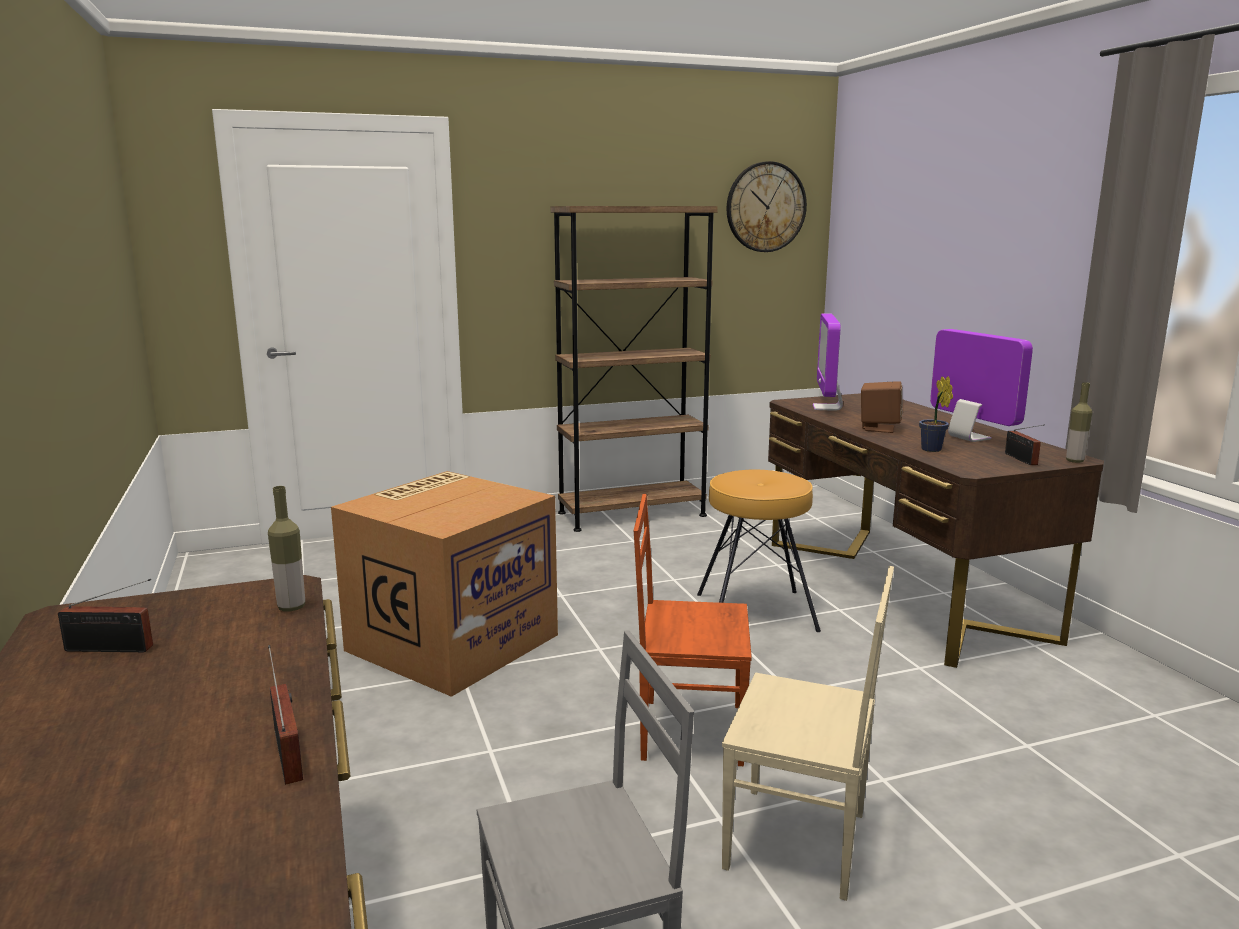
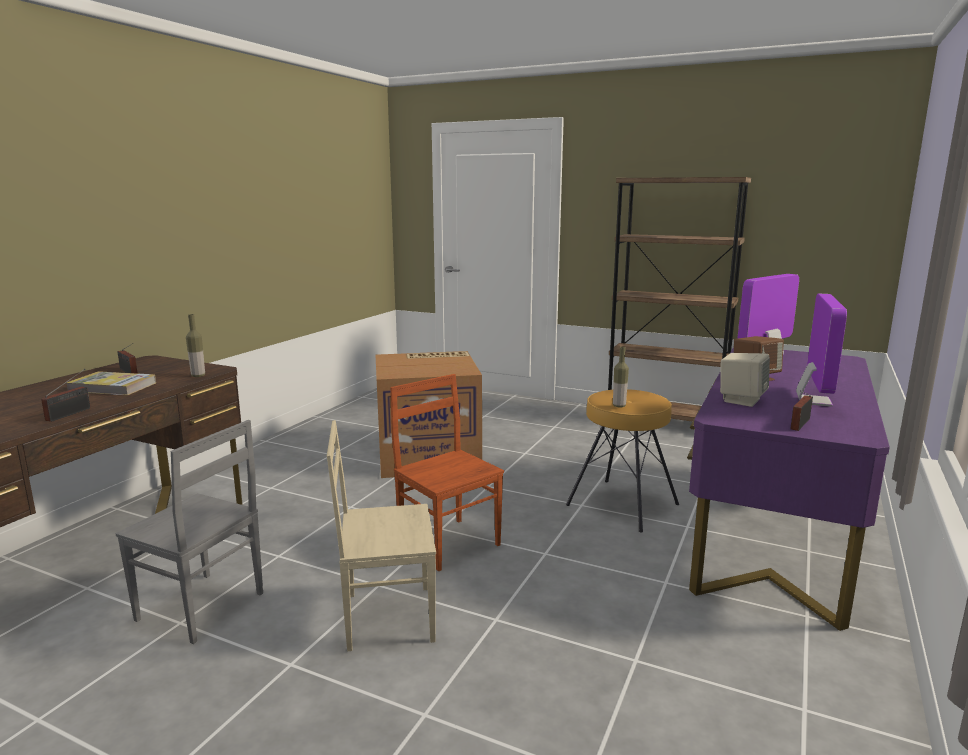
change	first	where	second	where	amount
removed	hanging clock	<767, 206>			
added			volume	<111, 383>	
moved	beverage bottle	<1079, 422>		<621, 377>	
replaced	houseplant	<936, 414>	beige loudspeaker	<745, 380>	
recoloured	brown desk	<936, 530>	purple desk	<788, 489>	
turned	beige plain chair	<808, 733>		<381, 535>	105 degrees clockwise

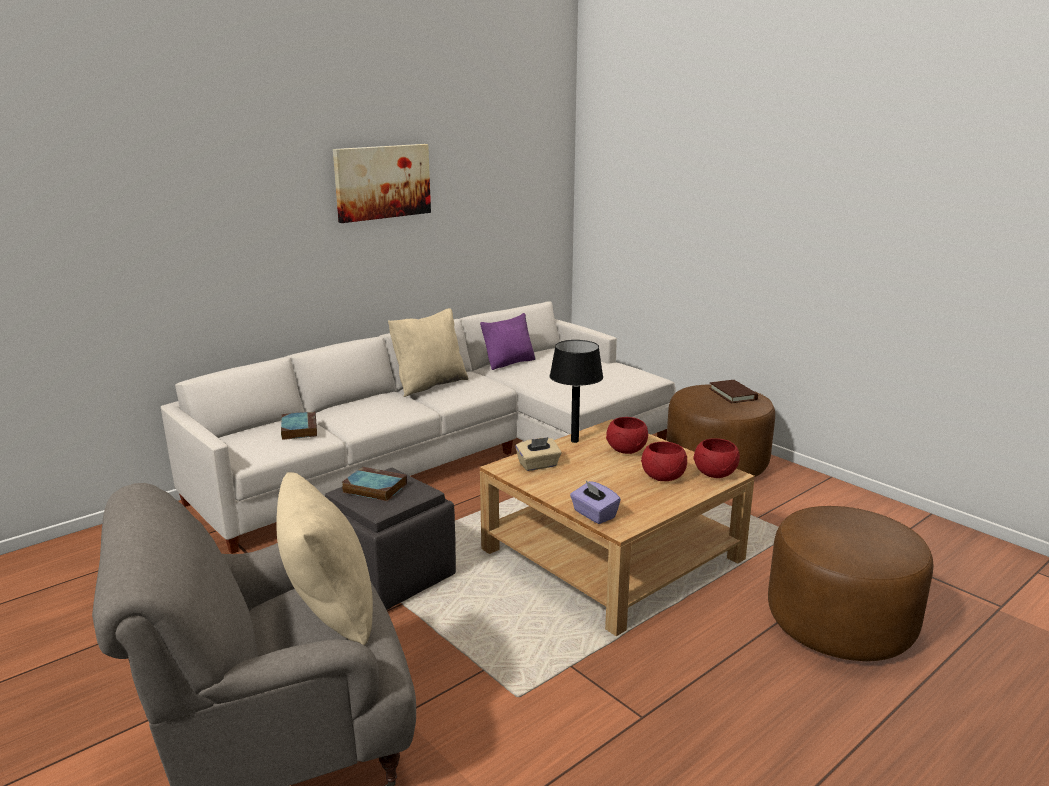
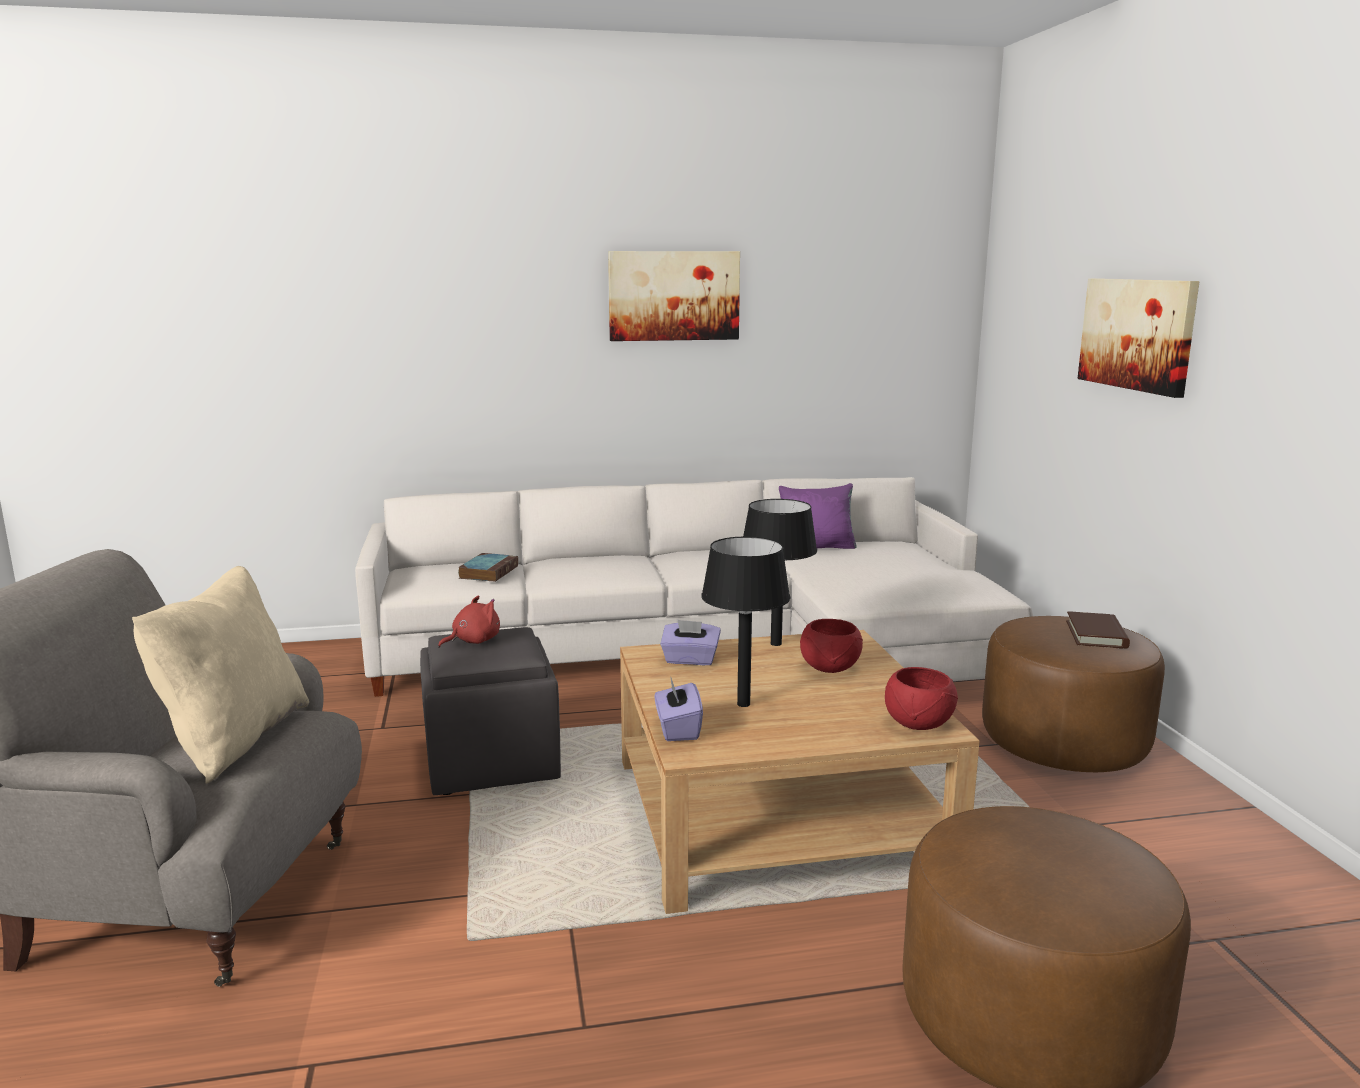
change	first	where	second	where	amount
removed	beige cushion	<428, 352>			
removed	reddish serving bowl	<664, 461>			
added			blackish tabletop lamp	<745, 622>	
added			wall art	<1139, 338>	
replaced	volume	<374, 484>	reddish cuddly toy	<469, 621>	
recoloured	beige tissue box	<538, 454>	purple tissue box	<690, 642>	

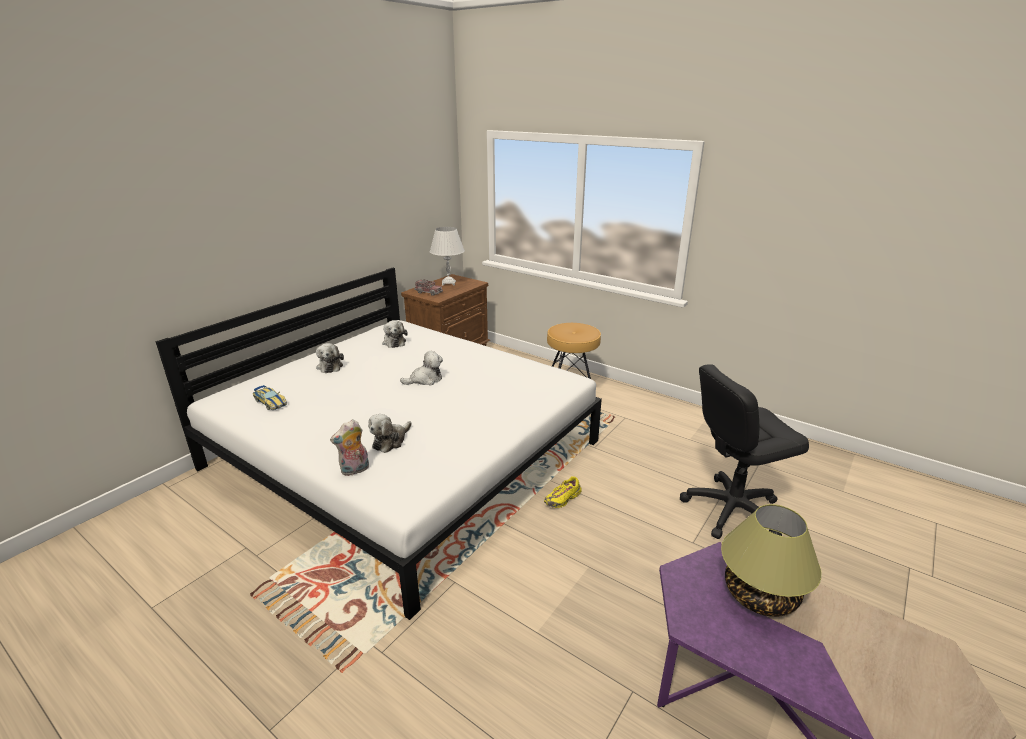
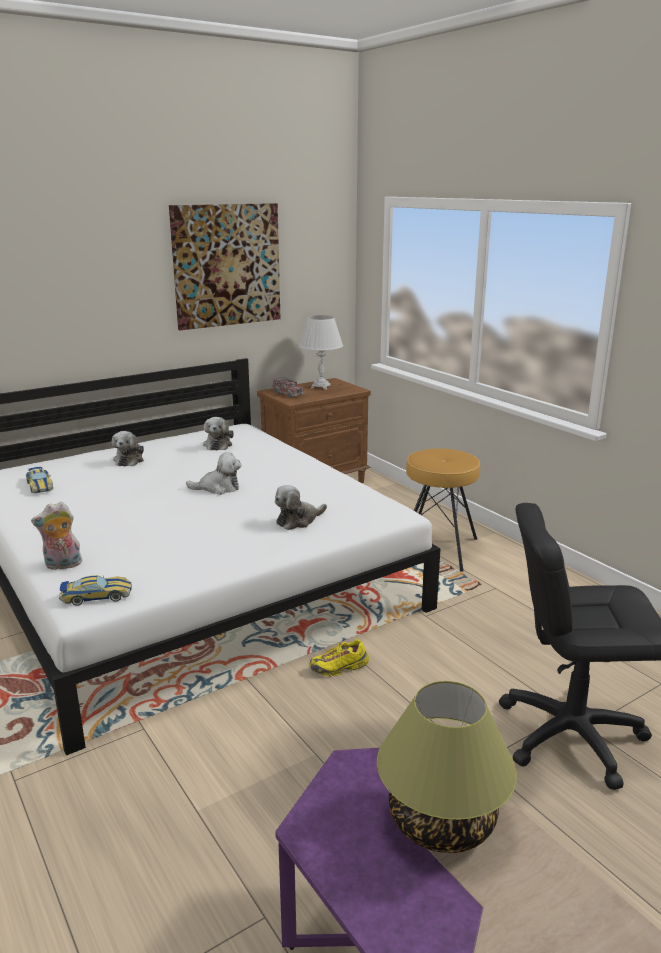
change	first	where	second	where	amount
added			toy car	<95, 590>	
added			wall art	<224, 266>	
moved	cuddly toy	<390, 433>		<300, 507>	

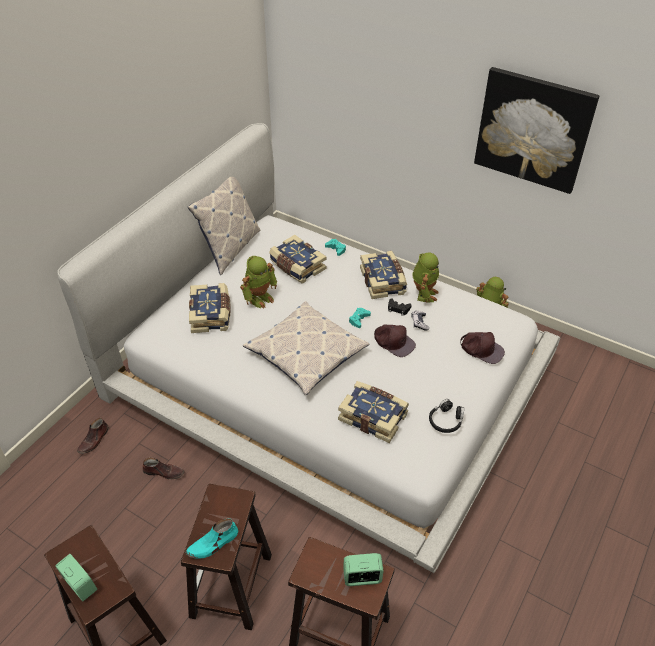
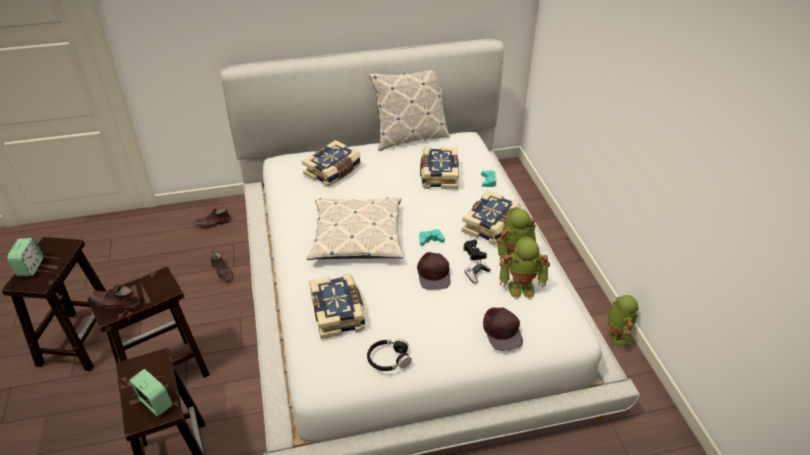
change	first	where	second	where	amount
removed	wall art	<536, 130>			
moved	toy robot	<258, 282>		<524, 268>	
recoloured	blue-green item of footwear	<212, 539>	brown item of footwear	<115, 297>	

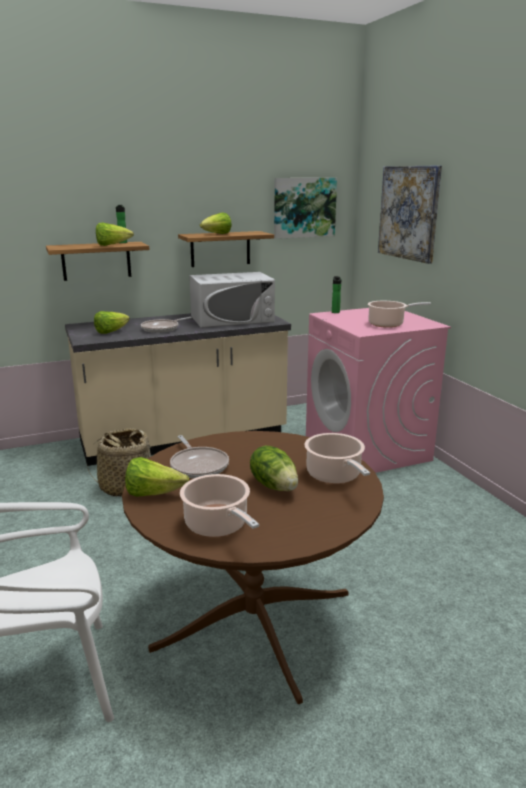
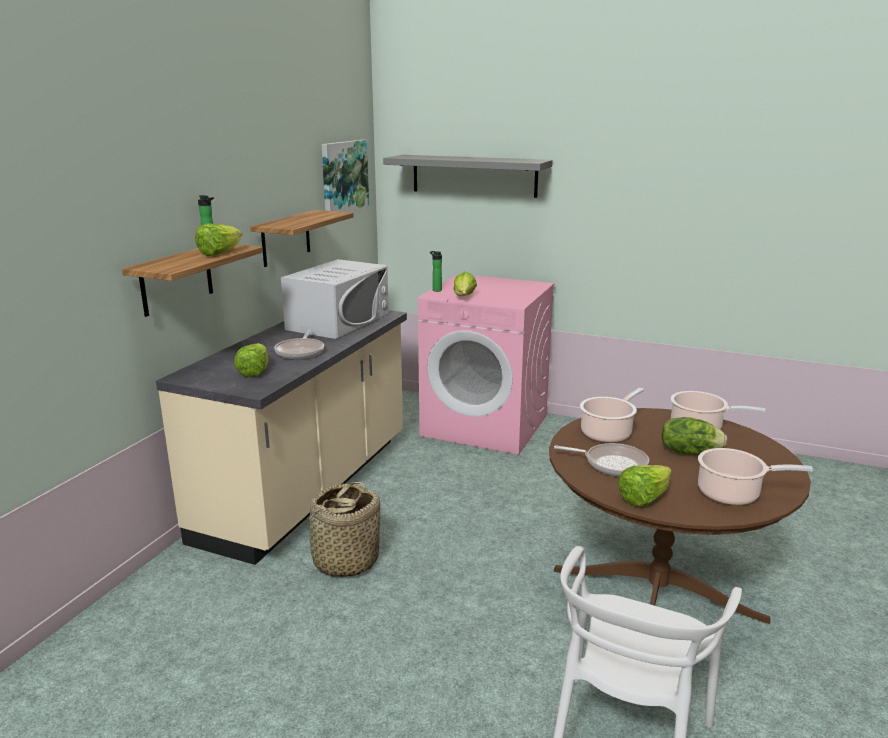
change	first	where	second	where	amount
moved	lettuce head	<216, 223>		<465, 284>	
moved	cooking pot	<399, 314>		<612, 415>	
replaced	wall art	<410, 214>	gray shelf	<468, 176>	

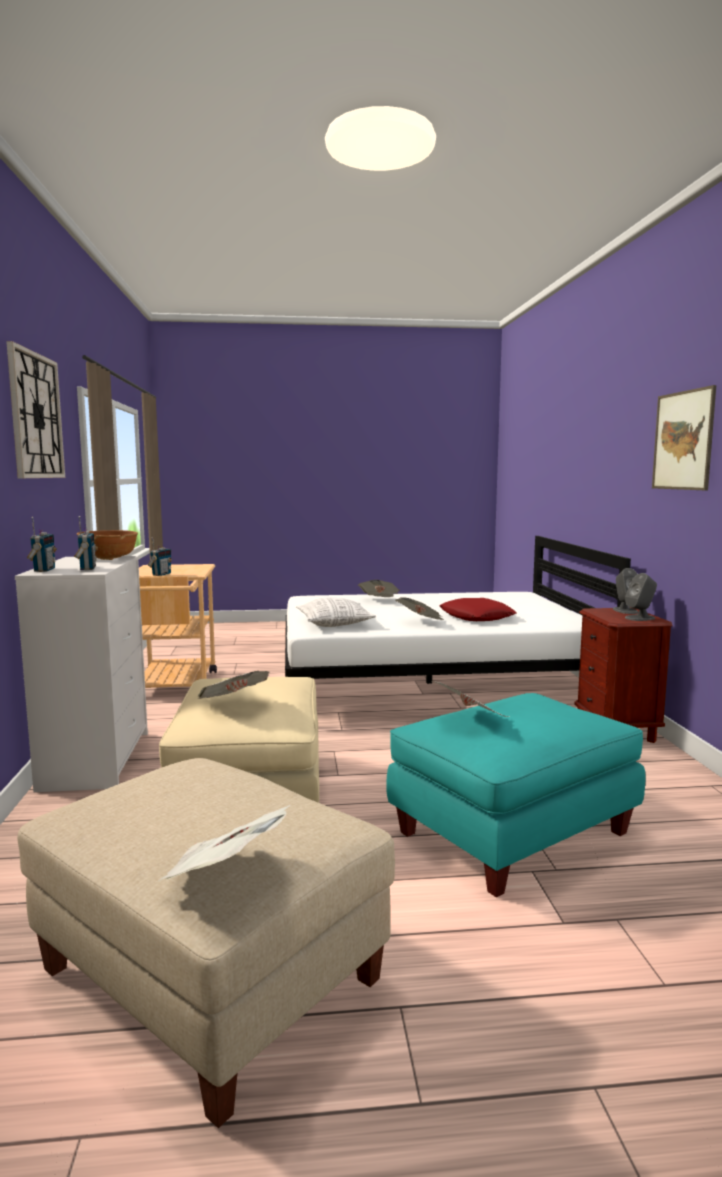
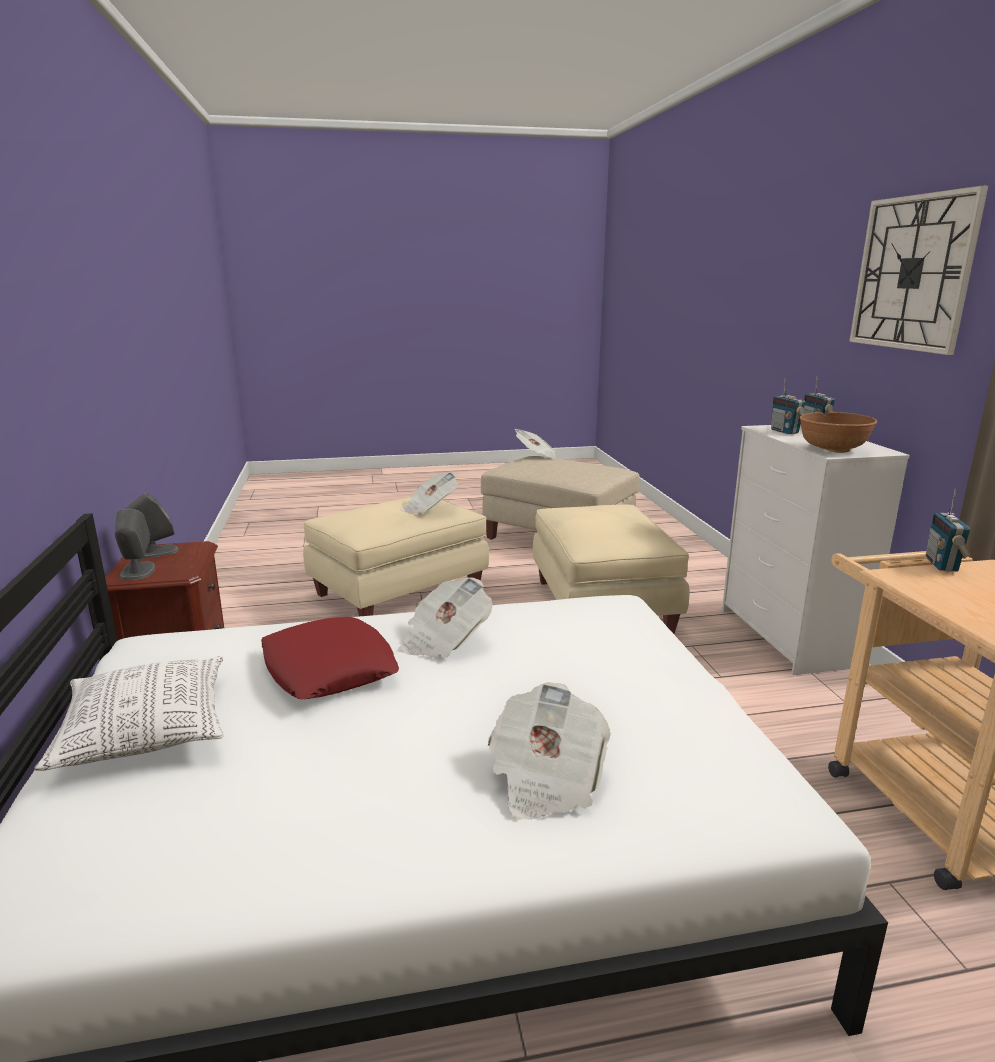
change	first	where	second	where	amount
removed	printed paper	<233, 685>			
removed	wall art	<684, 437>			
moved	cushion	<336, 612>		<128, 713>	
recoloured	blue-green ottoman	<515, 795>	beige ottoman	<396, 556>	

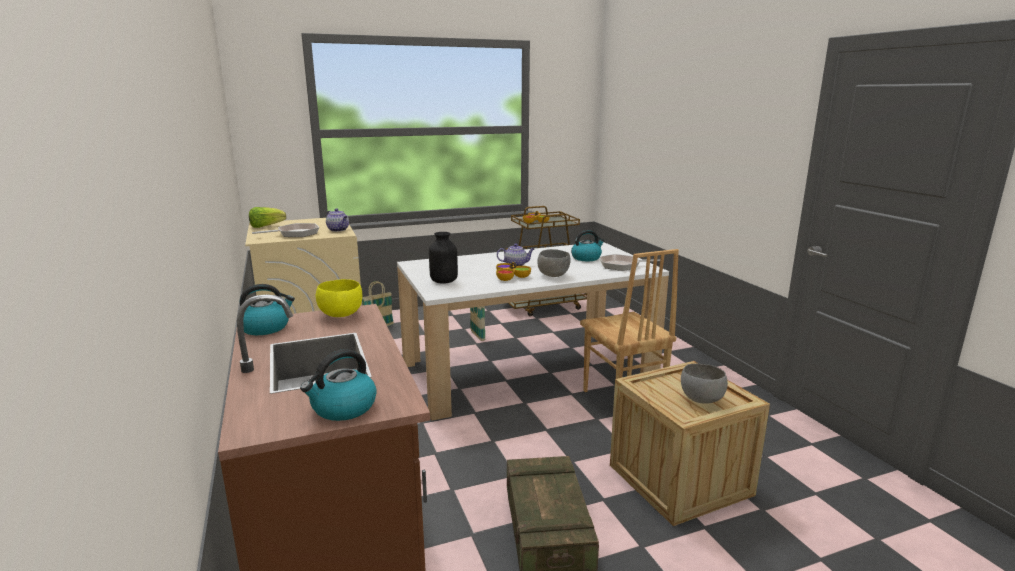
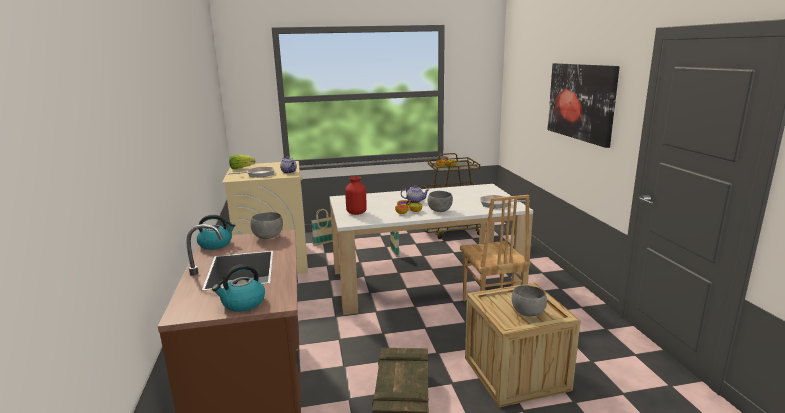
change	first	where	second	where	amount
removed	kettle	<588, 245>			
added			wall art	<583, 105>	
recoloured	yellow serving bowl	<339, 298>	gray serving bowl	<266, 225>	
recoloured	blackish decorative vase	<443, 258>	reddish decorative vase	<356, 195>	

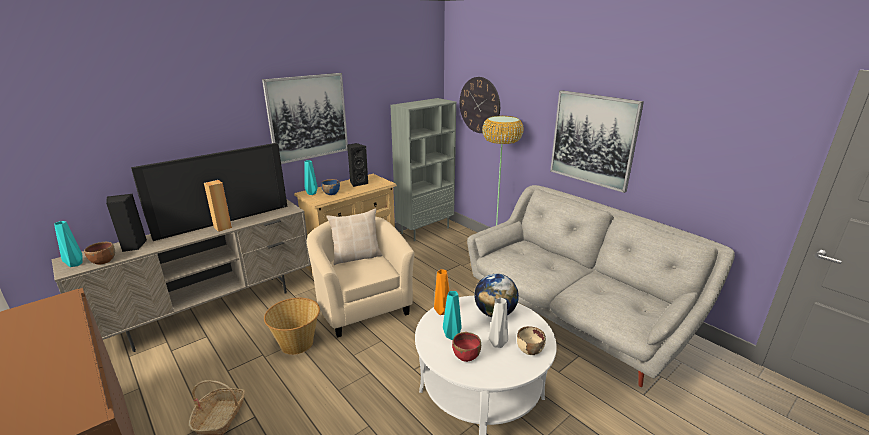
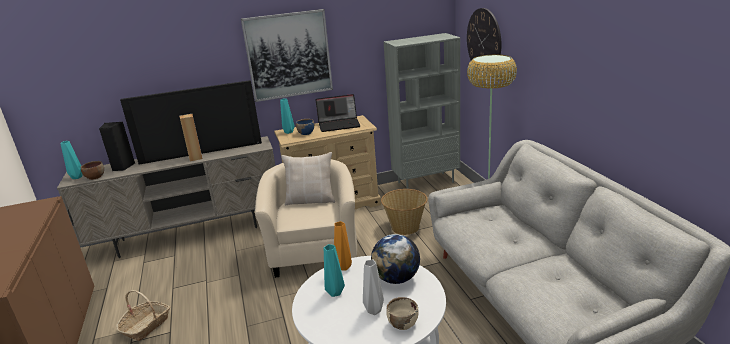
change	first	where	second	where	amount
removed	reddish serving bowl	<466, 347>			
removed	wall art	<597, 141>			
moved	basket	<292, 326>		<404, 212>	
replaced	blackish loudspeaker	<358, 165>	laptop	<337, 113>	

